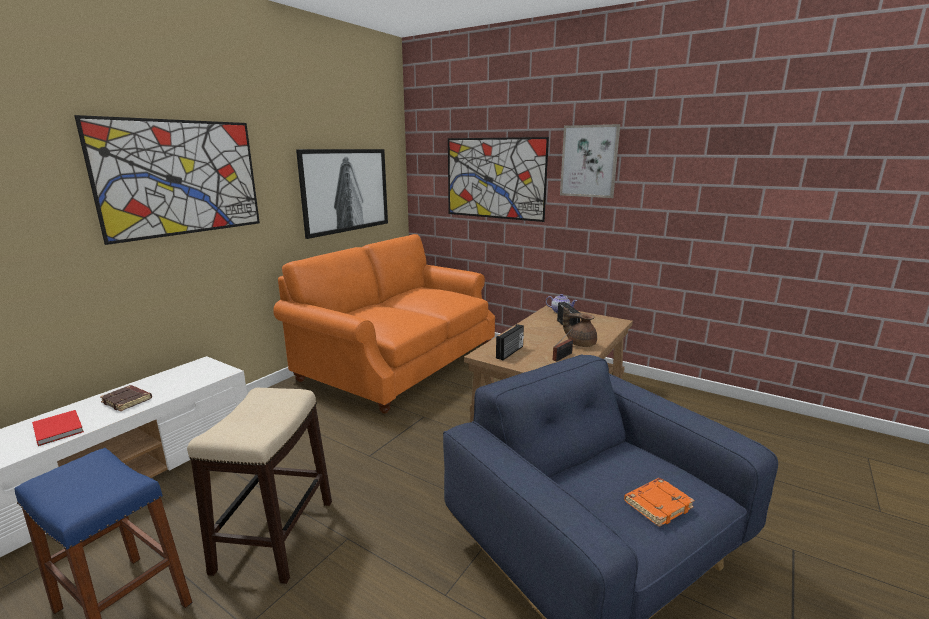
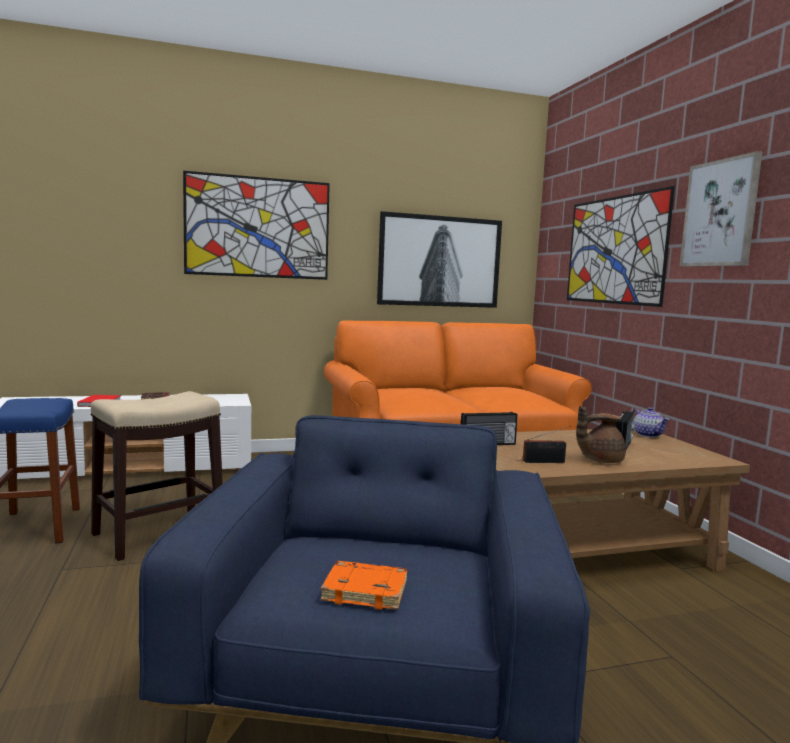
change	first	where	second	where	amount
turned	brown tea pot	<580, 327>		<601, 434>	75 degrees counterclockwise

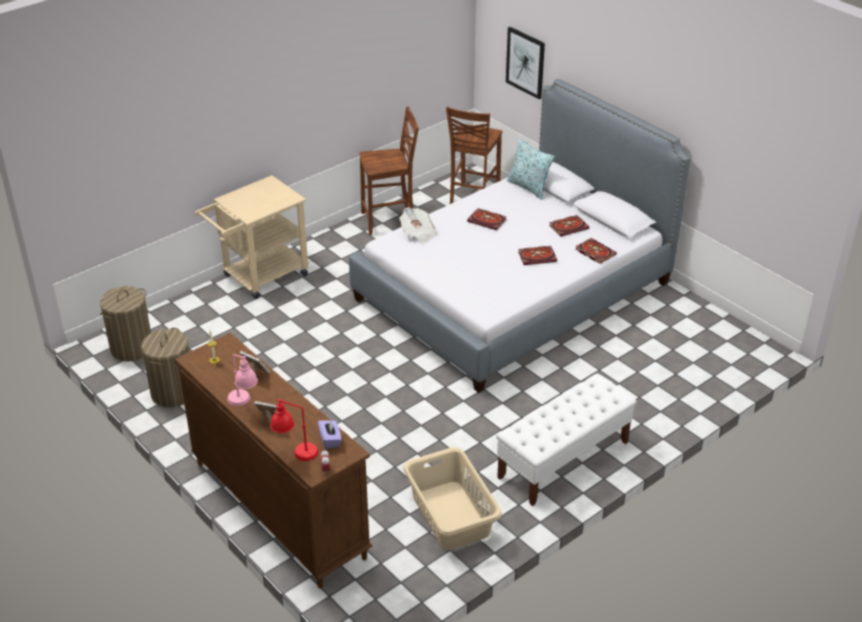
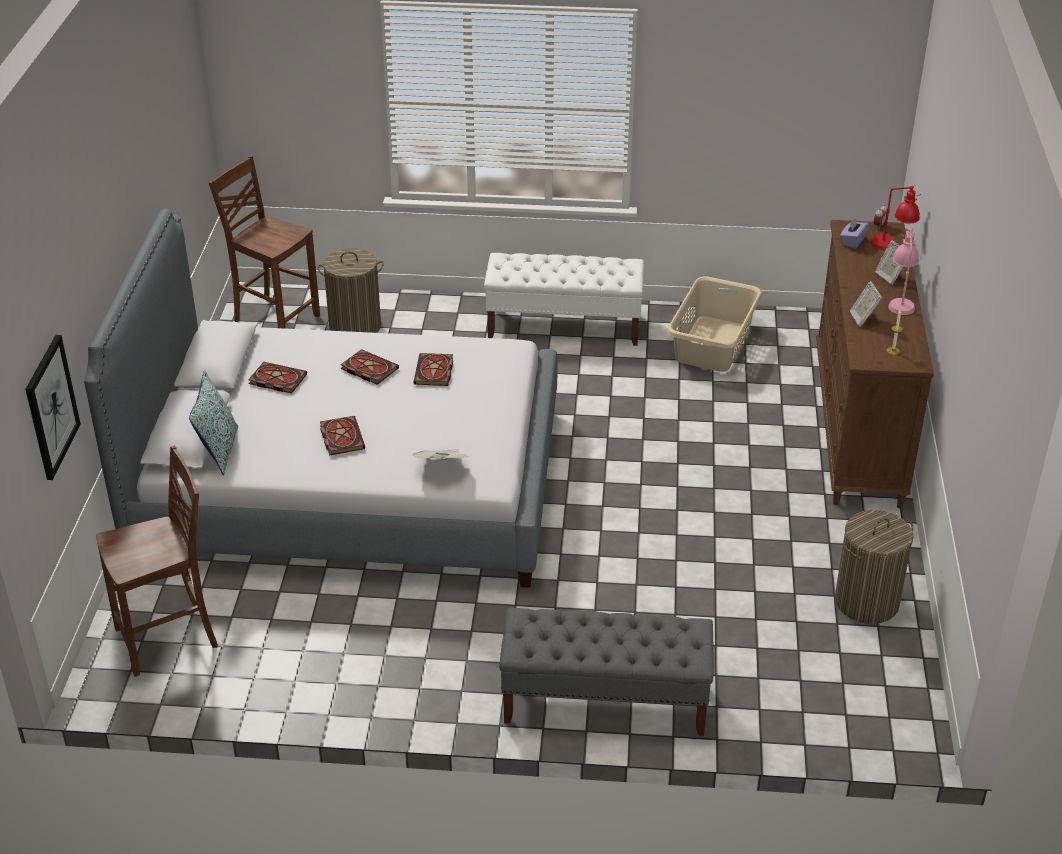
change	first	where	second	where	amount
moved	washing basket	<125, 323>		<350, 291>	
moved	brown plain chair	<389, 171>		<264, 242>	
moved	volume	<596, 251>		<433, 369>	
replaced	beige trolley	<252, 237>	gray indoor bench	<606, 672>	

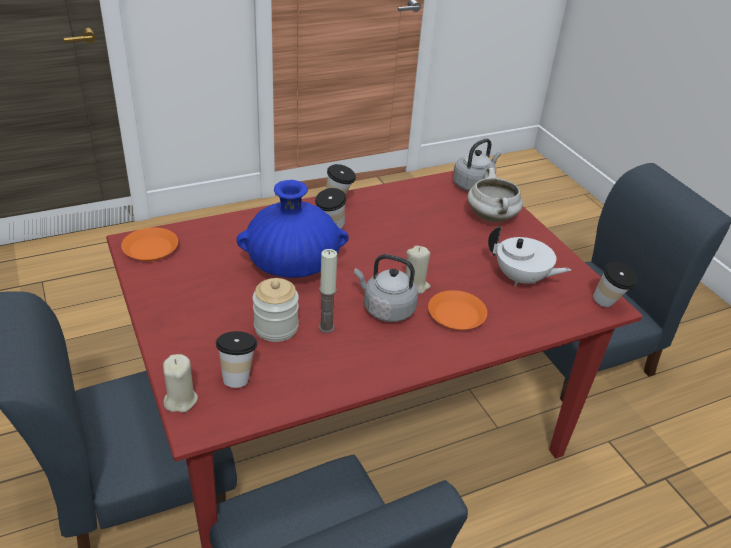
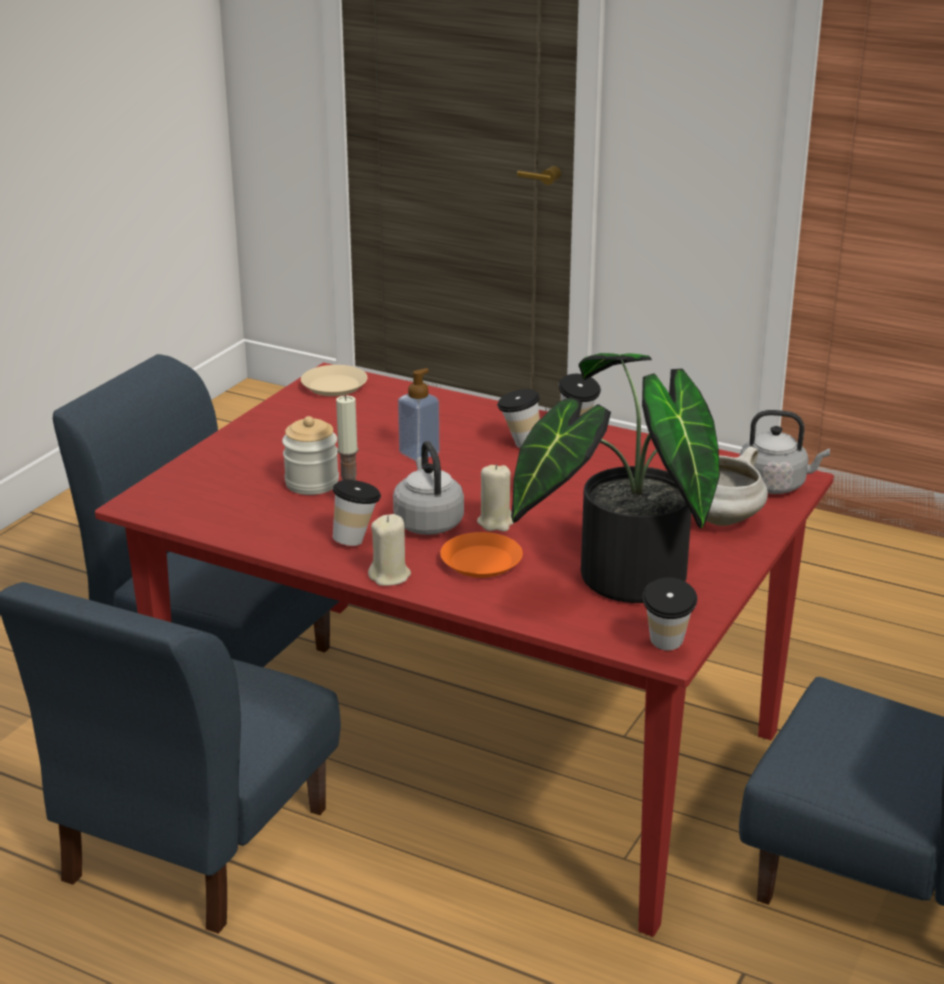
change	first	where	second	where	amount
moved	beige candle	<180, 383>		<389, 550>	
moved	drinking cup	<236, 359>		<357, 513>	
replaced	blue decorative vase	<293, 229>	liquid soap bottle	<419, 414>	
replaced	whitish tea pot	<529, 256>	houseplant	<615, 478>	
recoloured	orange-coloured flat dish	<149, 244>	beige flat dish	<334, 380>	

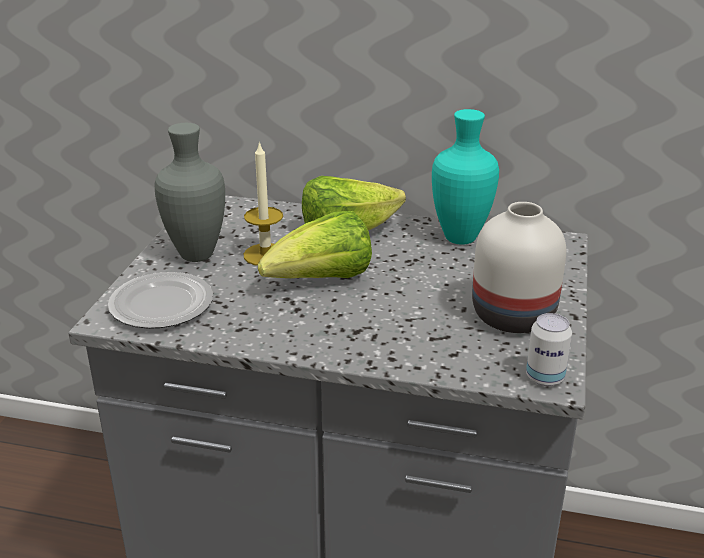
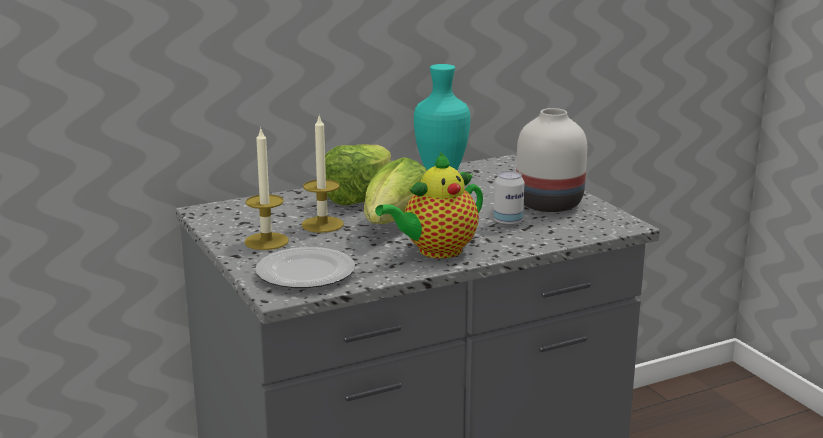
change	first	where	second	where	amount
added			tea pot	<429, 205>	
moved	metal can	<549, 349>		<509, 198>	
replaced	gray decorative vase	<189, 192>	candle	<266, 188>	

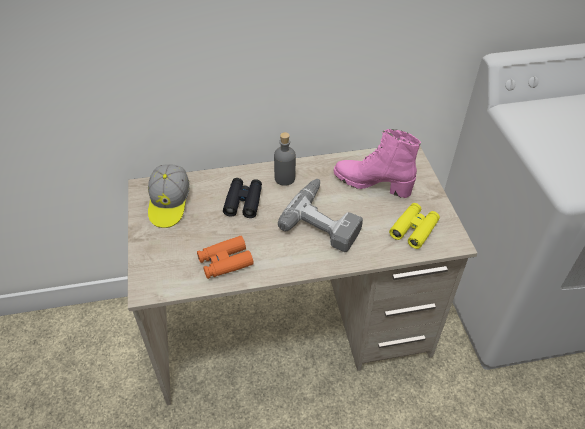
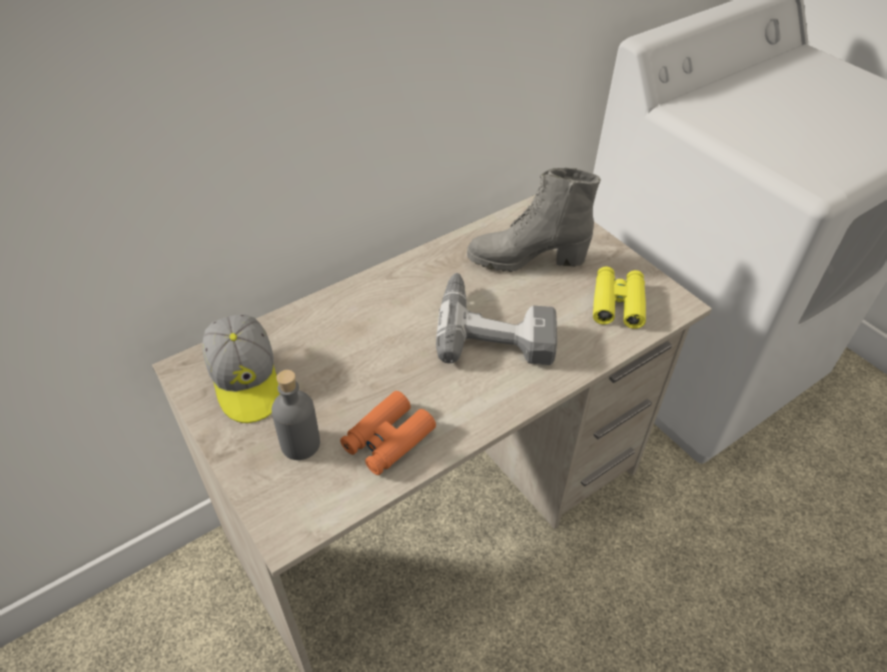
change	first	where	second	where	amount
removed	blackish pair of binoculars	<242, 198>			
moved	gray beverage bottle	<285, 159>		<296, 415>	
recoloured	pink tall boot	<377, 163>	gray tall boot	<533, 220>	

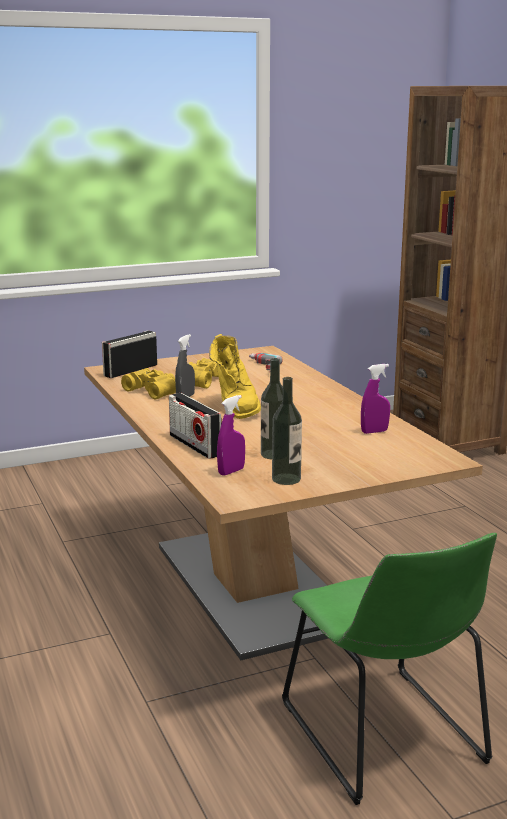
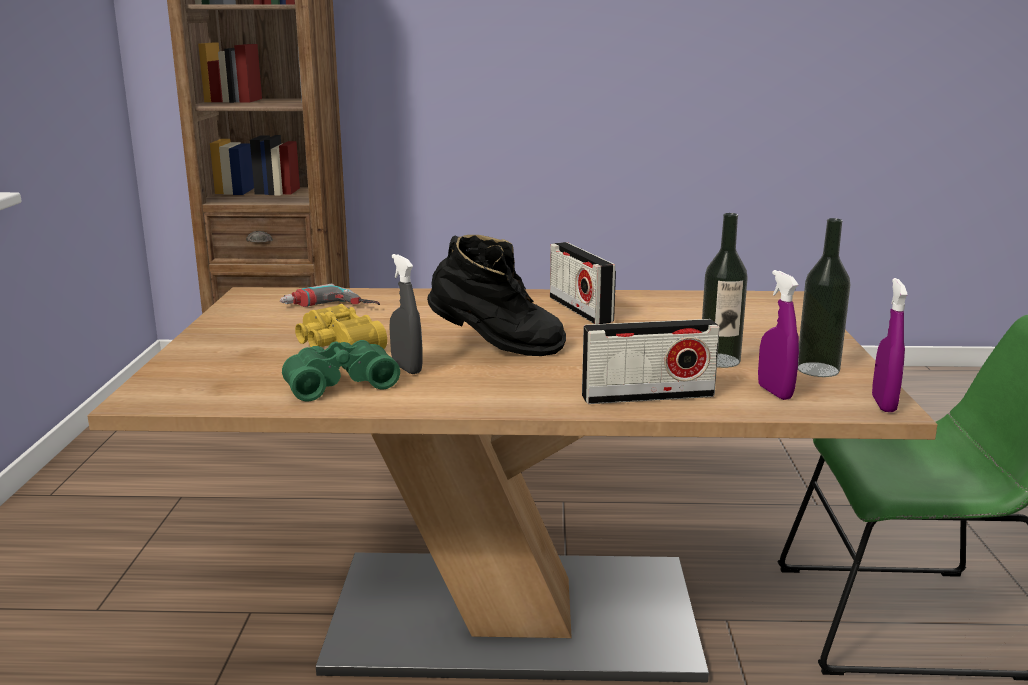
change	first	where	second	where	amount
moved	radio	<129, 354>		<583, 283>	
moved	purple sprayer	<375, 399>		<890, 345>	
recoloured	yellow pair of binoculars	<148, 383>	green-coloured pair of binoculars	<341, 371>	
recoloured	yellow tall boot	<235, 376>	blackish tall boot	<496, 295>	

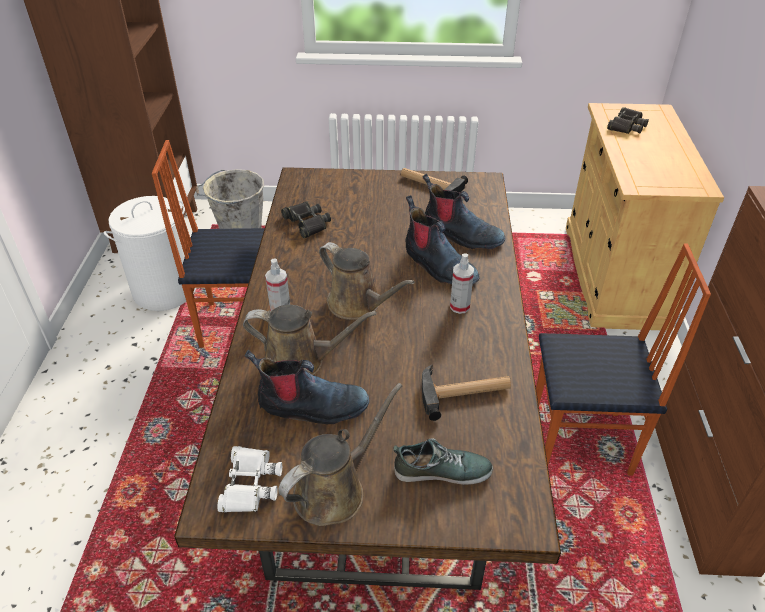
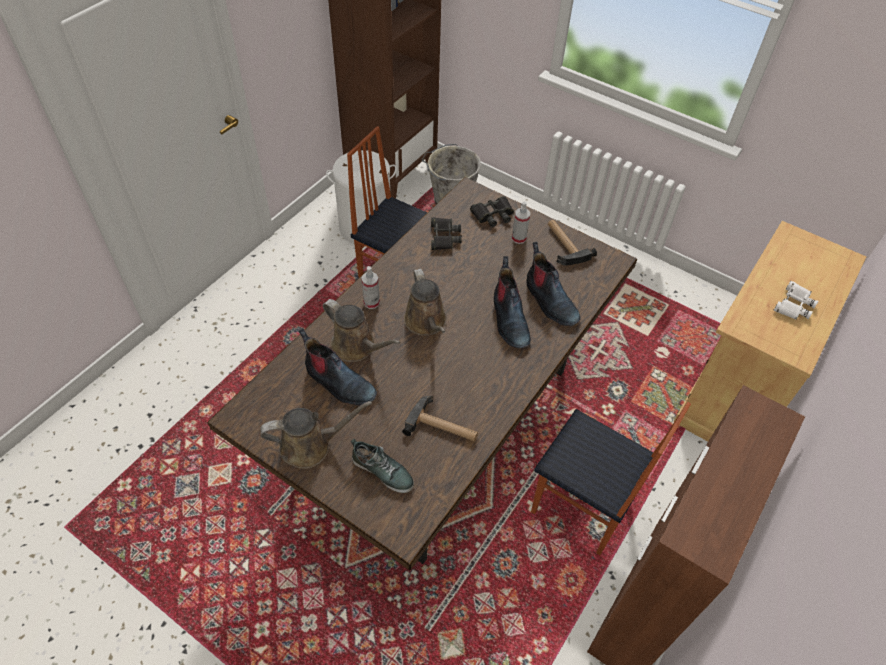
change	first	where	second	where	amount
moved	whitish pair of binoculars	<249, 479>		<795, 300>	
moved	sprayer	<462, 284>		<521, 223>	
moved	blackish pair of binoculars	<628, 120>		<492, 211>	

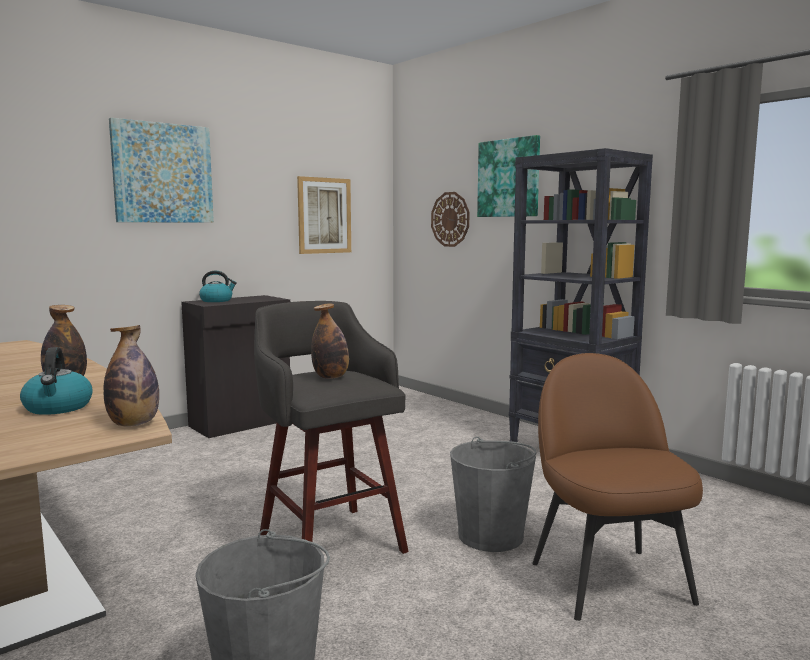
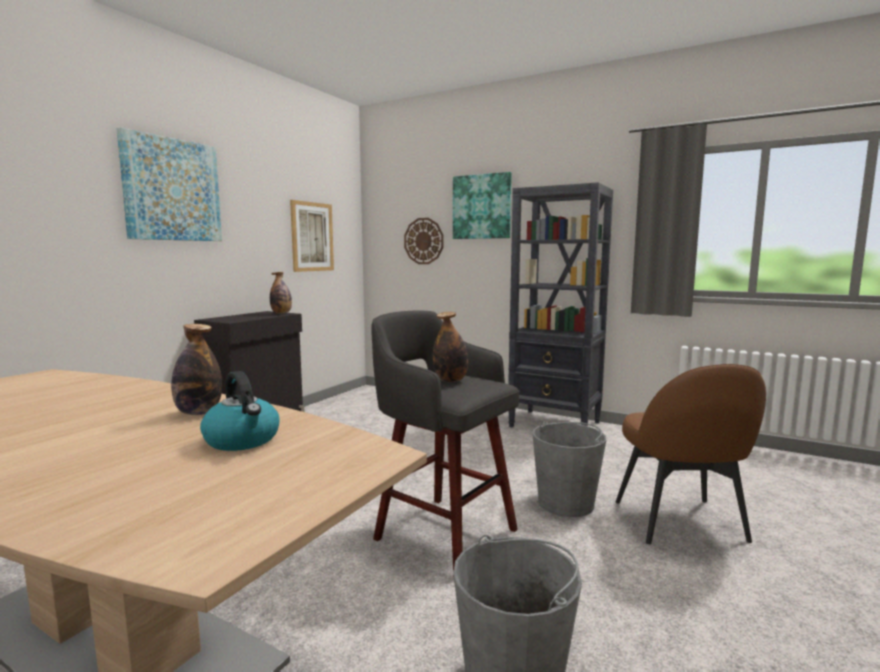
change	first	where	second	where	amount
removed	kettle	<218, 286>			
moved	beverage bottle	<131, 376>		<281, 293>	
turned	brown plain chair	<617, 487>		<690, 454>	150 degrees counterclockwise

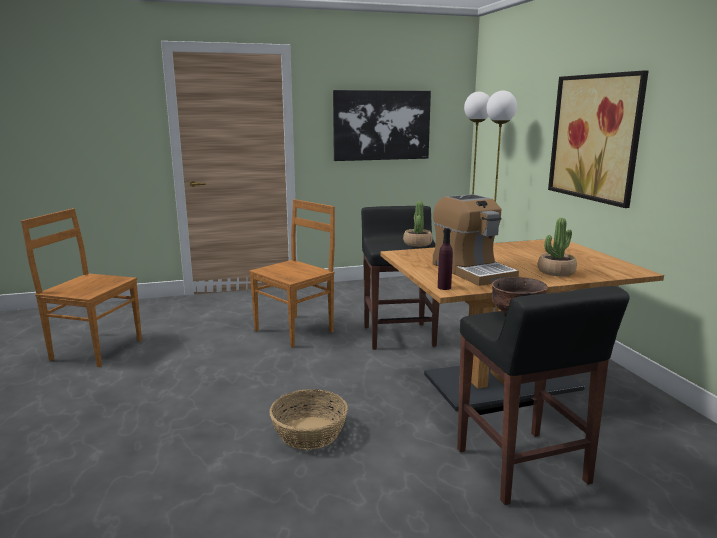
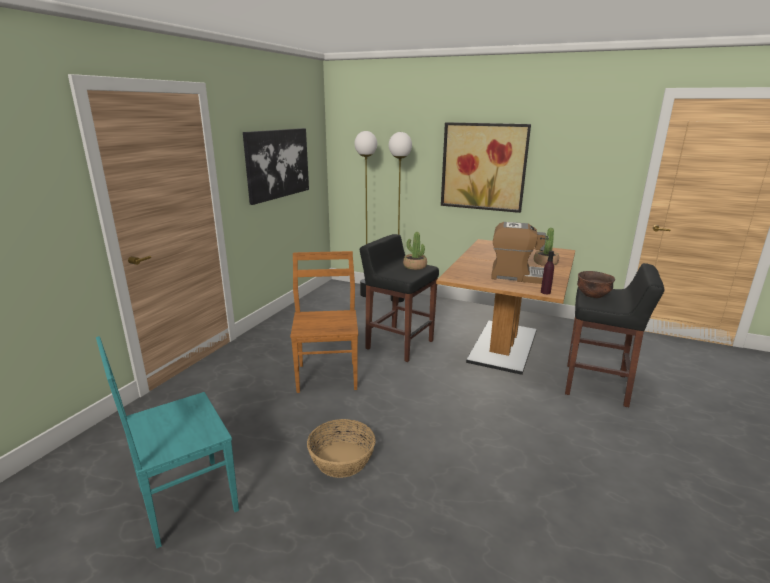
change	first	where	second	where	amount
moved	basket	<308, 419>		<341, 448>	
recoloured	brown plain chair	<81, 287>	blue-green plain chair	<167, 442>	

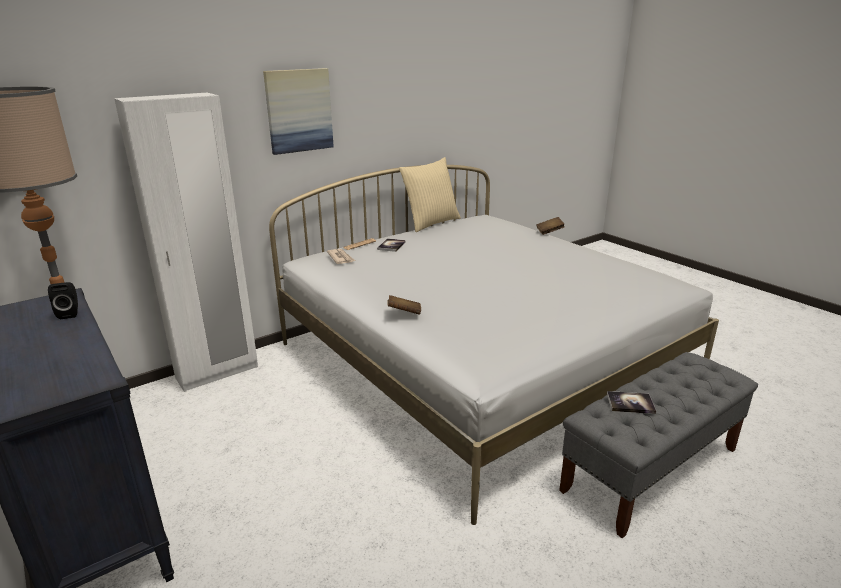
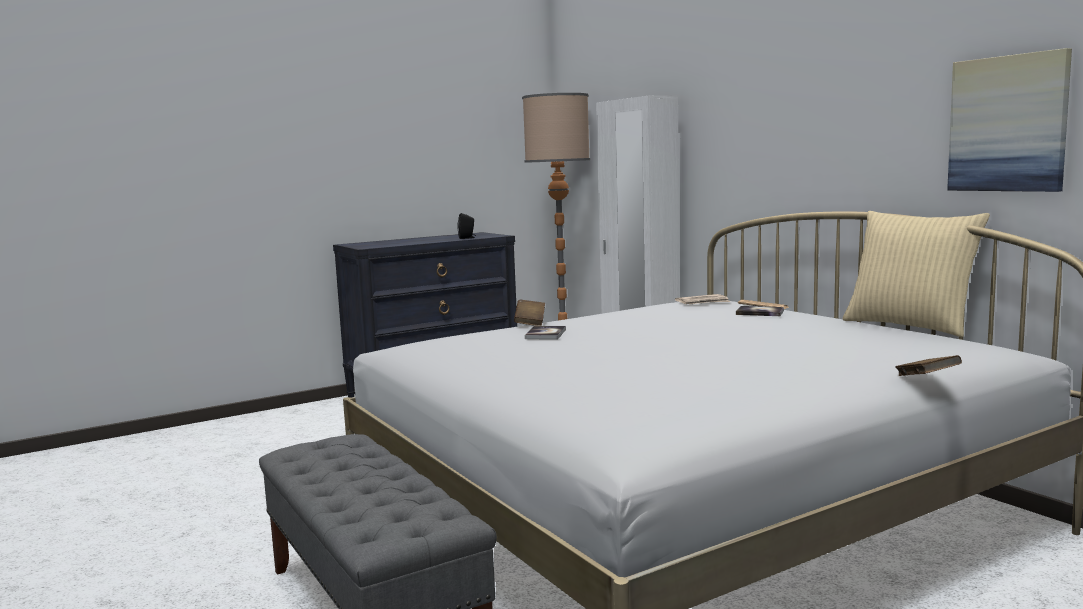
change	first	where	second	where	amount
moved	wall art	<298, 111>		<1009, 120>	
moved	volume	<631, 402>		<545, 332>	

